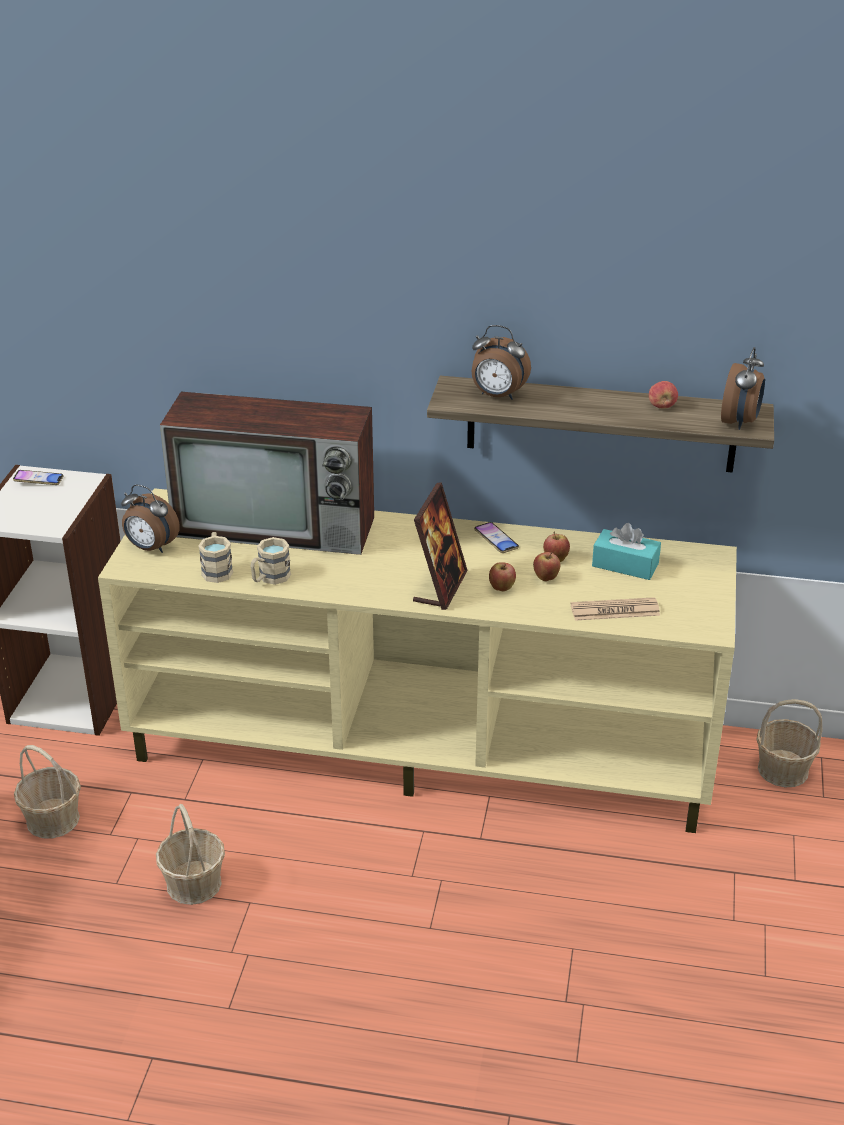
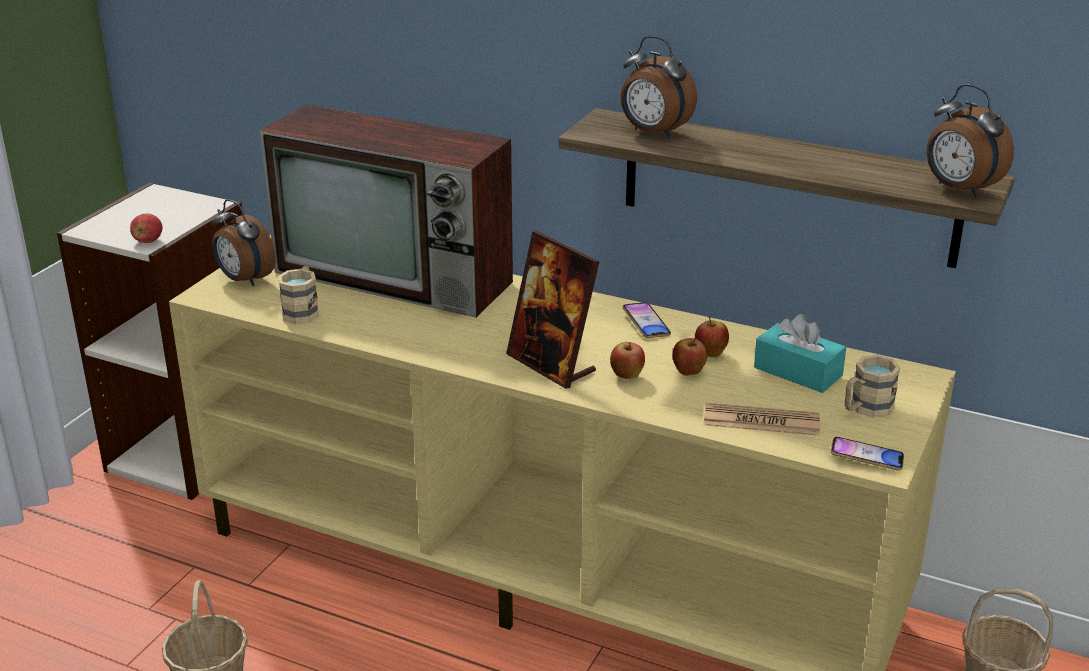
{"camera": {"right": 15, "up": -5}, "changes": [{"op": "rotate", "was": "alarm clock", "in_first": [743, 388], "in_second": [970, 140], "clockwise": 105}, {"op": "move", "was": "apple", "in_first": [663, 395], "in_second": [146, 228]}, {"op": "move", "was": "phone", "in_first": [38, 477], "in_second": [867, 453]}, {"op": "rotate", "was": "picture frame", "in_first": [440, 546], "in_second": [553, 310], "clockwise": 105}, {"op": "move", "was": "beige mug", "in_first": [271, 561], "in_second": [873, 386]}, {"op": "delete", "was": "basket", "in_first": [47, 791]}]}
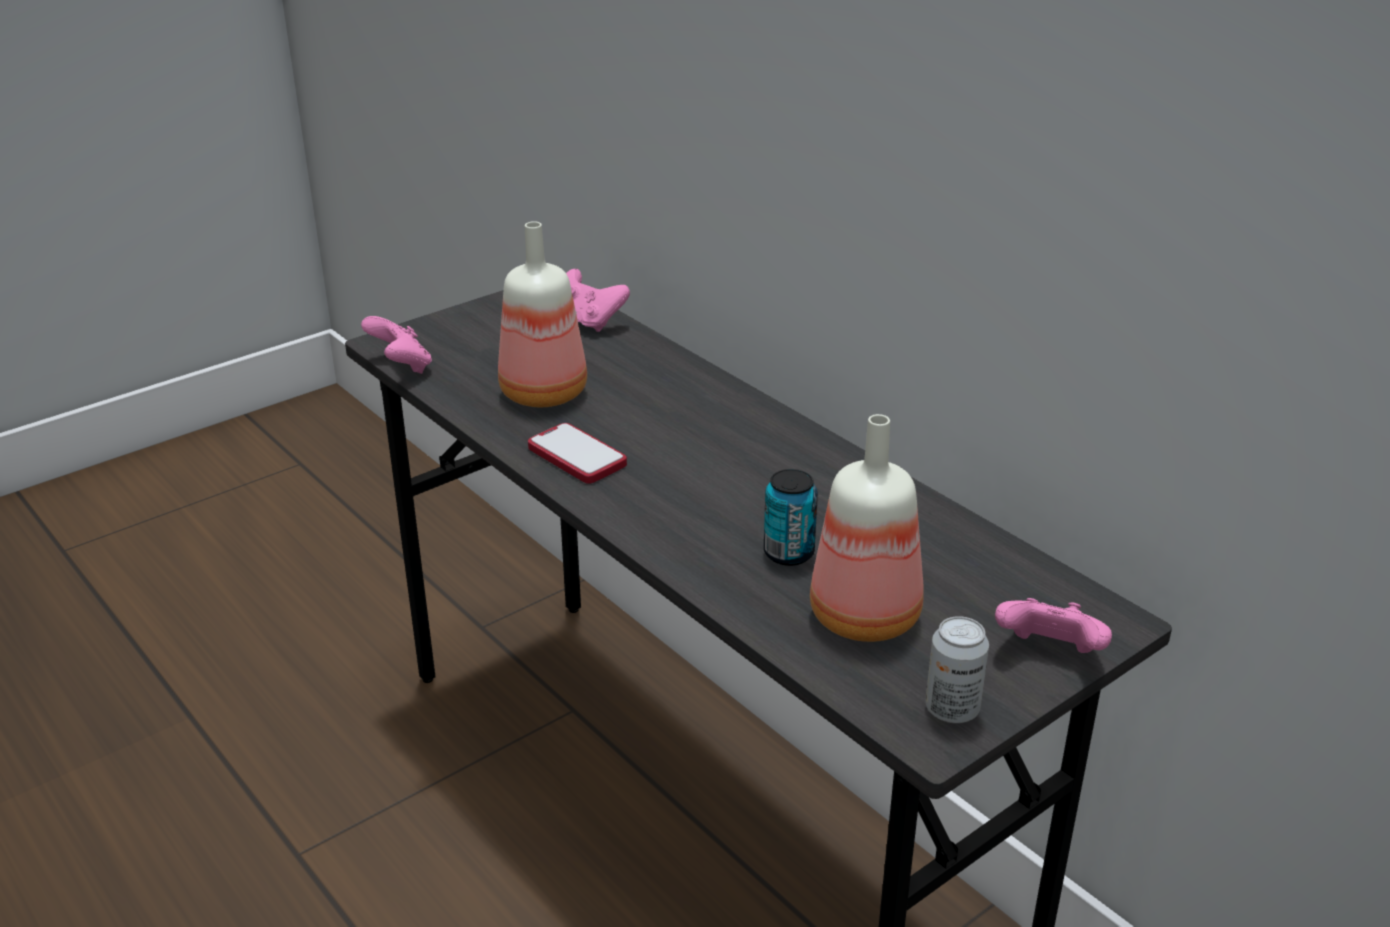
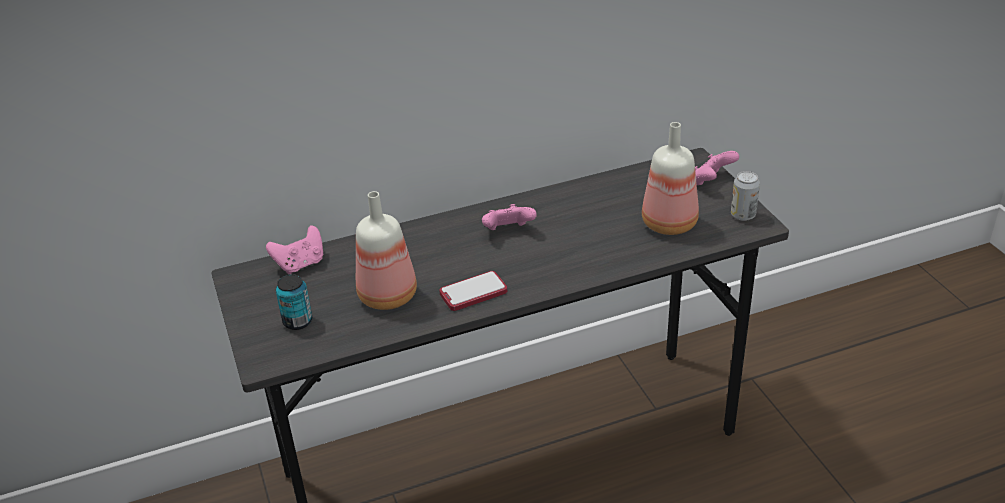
{"camera": {"right": -70, "up": 5}, "changes": [{"op": "move", "was": "pink game controller", "in_first": [396, 345], "in_second": [509, 217]}, {"op": "move", "was": "can", "in_first": [791, 517], "in_second": [294, 302]}]}
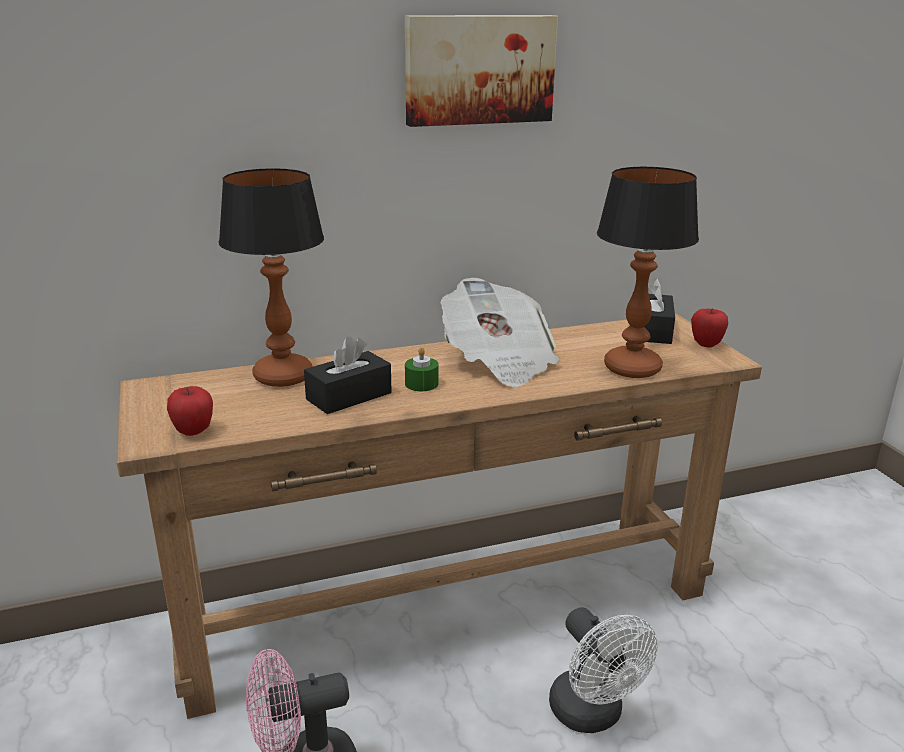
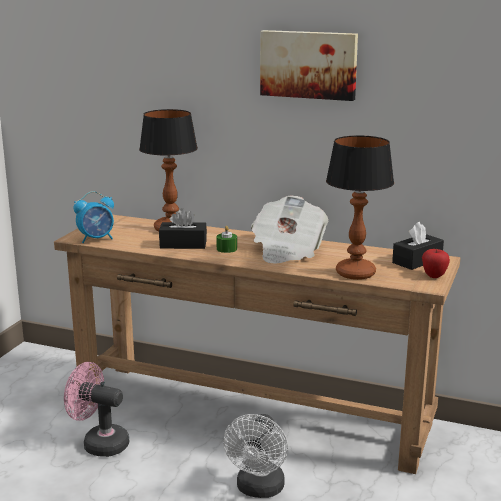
{"camera": {"right": 40, "up": -5}, "changes": [{"op": "replace", "was": "apple", "now": "alarm clock", "in_first": [190, 411], "in_second": [94, 217]}]}
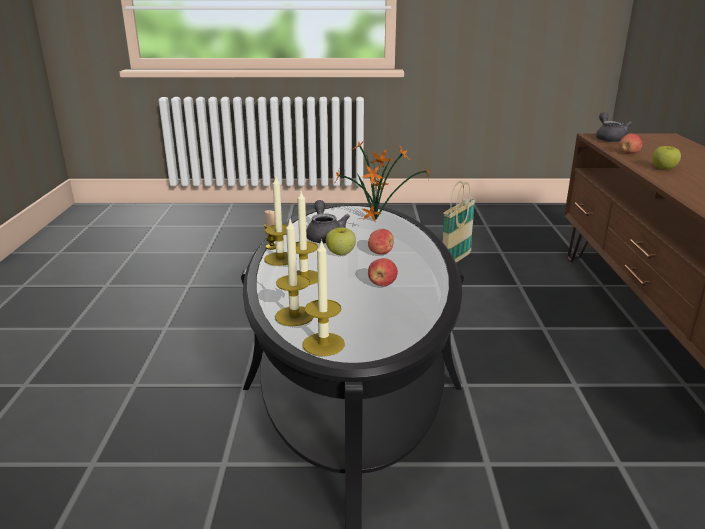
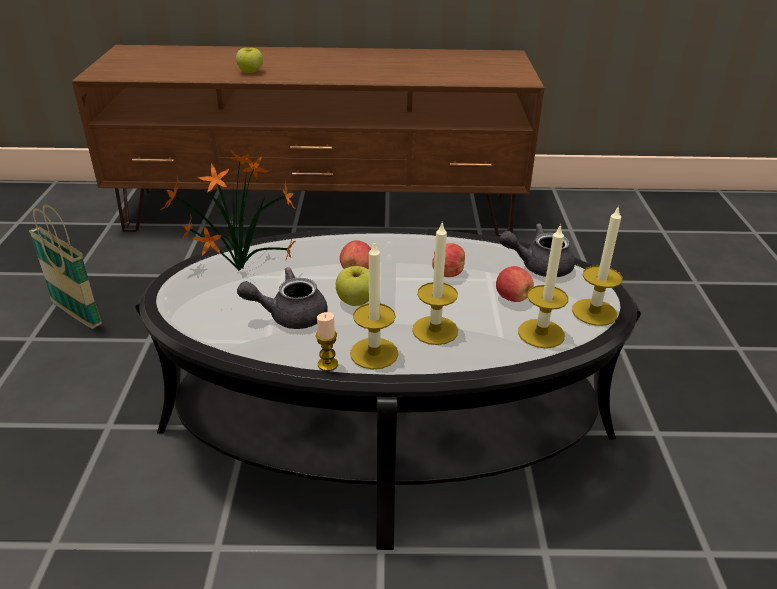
{"camera": {"right": -90, "up": 10}, "changes": [{"op": "move", "was": "grey teapot", "in_first": [614, 127], "in_second": [537, 250]}, {"op": "move", "was": "apple", "in_first": [630, 143], "in_second": [515, 284]}]}
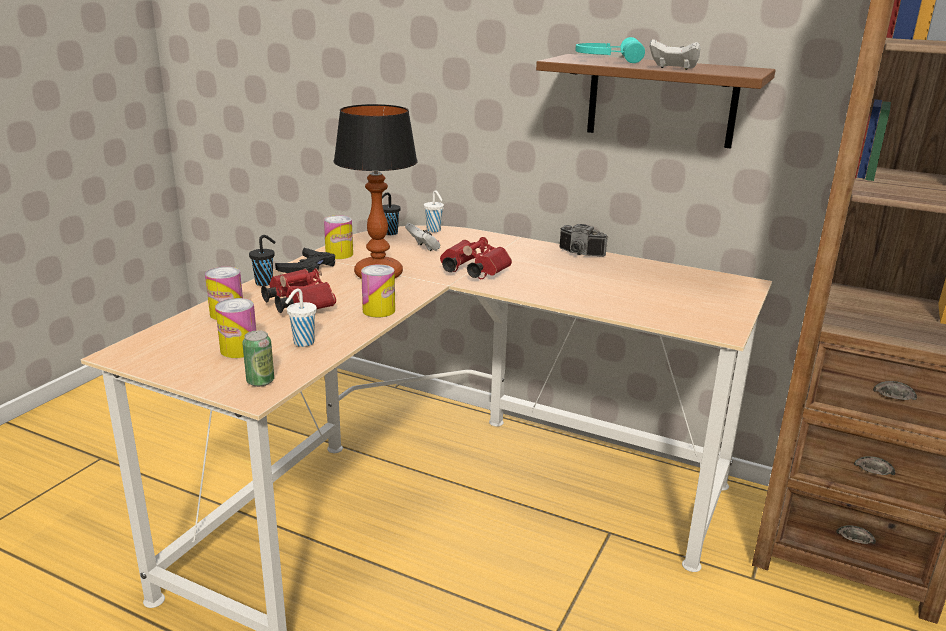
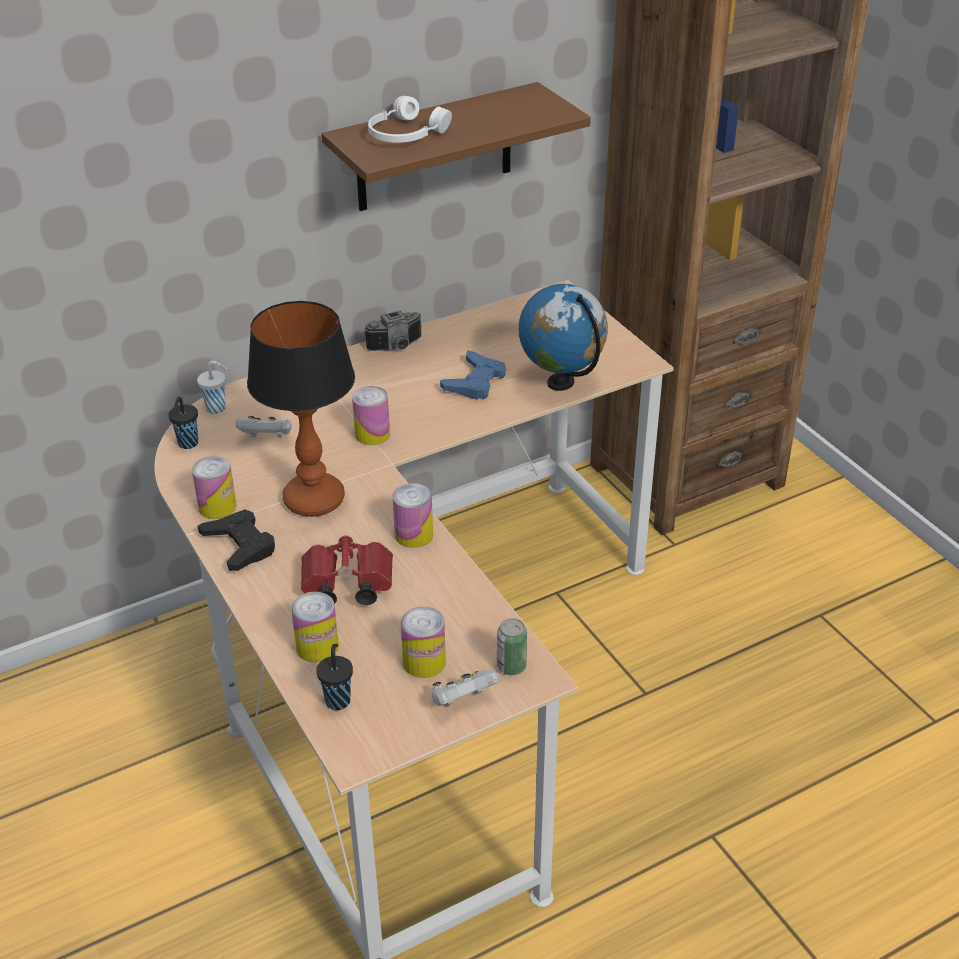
{"camera": {"right": -55, "up": 15}, "changes": [{"op": "recolor", "was": "turquoise headphones", "now": "white headphones", "in_first": [610, 50], "in_second": [410, 119]}, {"op": "move", "was": "white game controller", "in_first": [674, 54], "in_second": [466, 688]}, {"op": "move", "was": "black cup", "in_first": [262, 260], "in_second": [334, 677]}, {"op": "replace", "was": "red binoculars", "now": "can", "in_first": [476, 258], "in_second": [371, 415]}, {"op": "delete", "was": "white cup", "in_first": [301, 317]}, {"op": "insert", "now": "globe", "in_second": [563, 337]}, {"op": "insert", "now": "blue game controller", "in_second": [473, 375]}]}
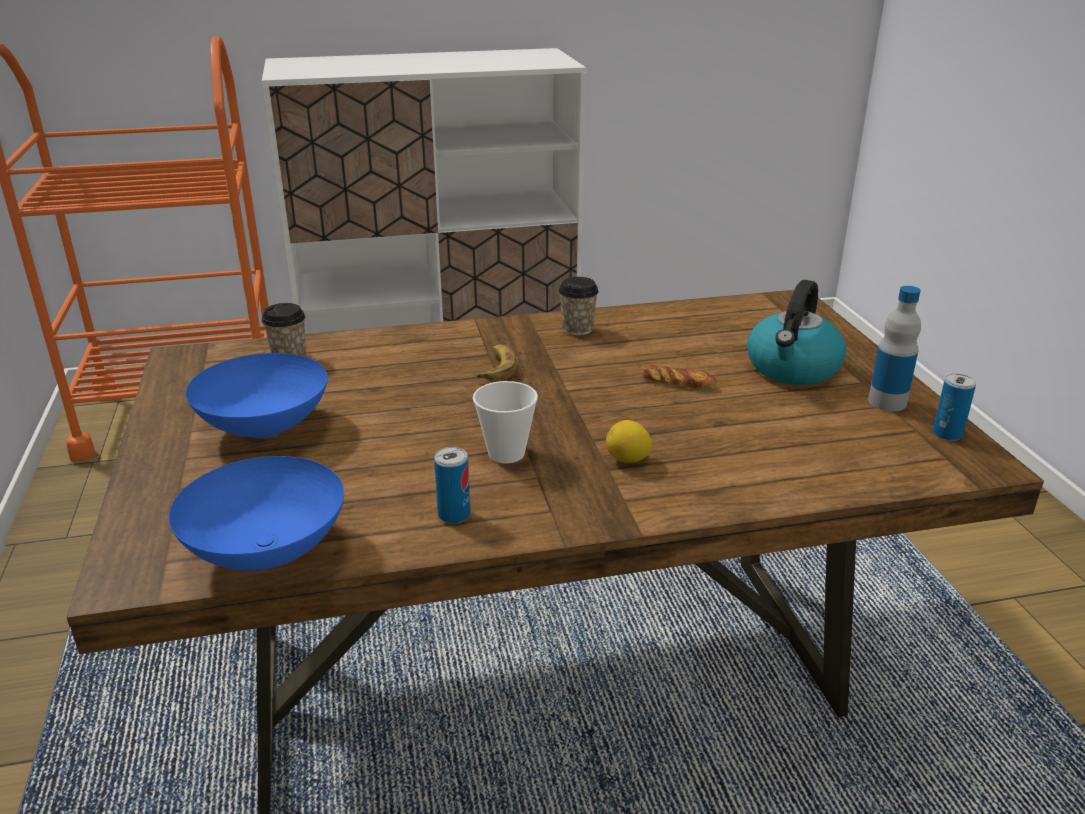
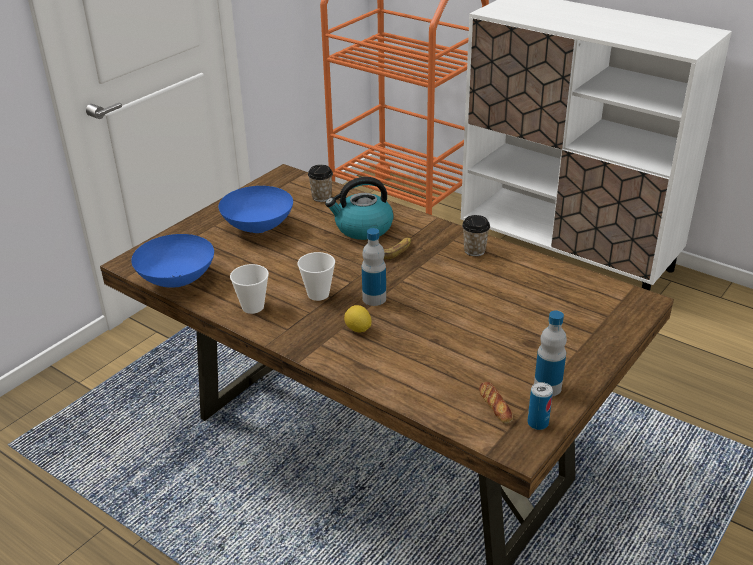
{"camera": {"right": 50, "up": 5}, "changes": [{"op": "move", "was": "kettle", "in_first": [796, 332], "in_second": [359, 208]}, {"op": "move", "was": "bread", "in_first": [680, 377], "in_second": [496, 403]}, {"op": "replace", "was": "can", "now": "cup", "in_first": [452, 485], "in_second": [249, 289]}, {"op": "insert", "now": "bottle", "in_second": [374, 267]}]}
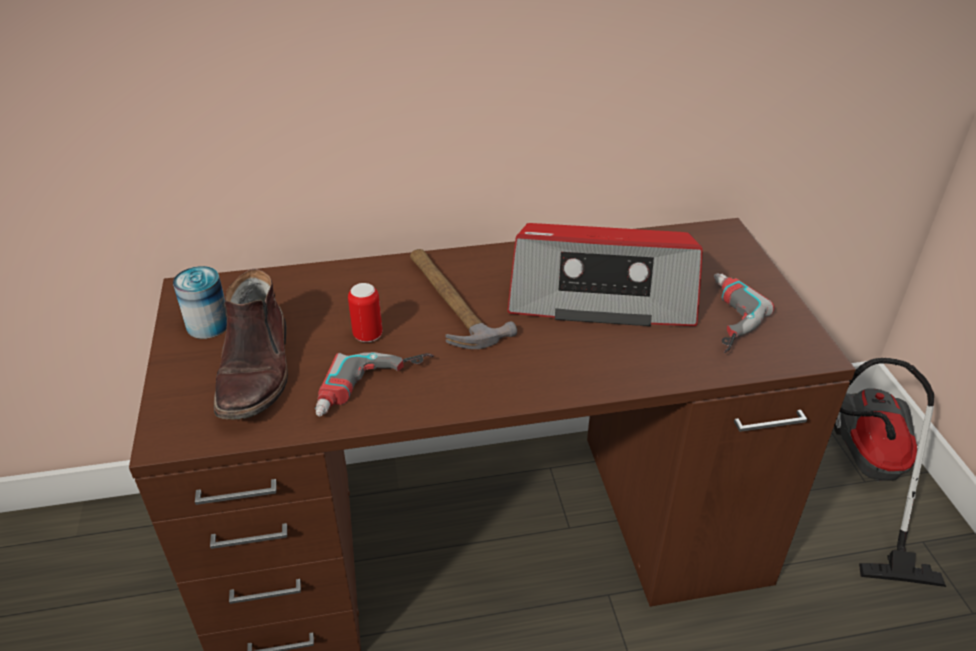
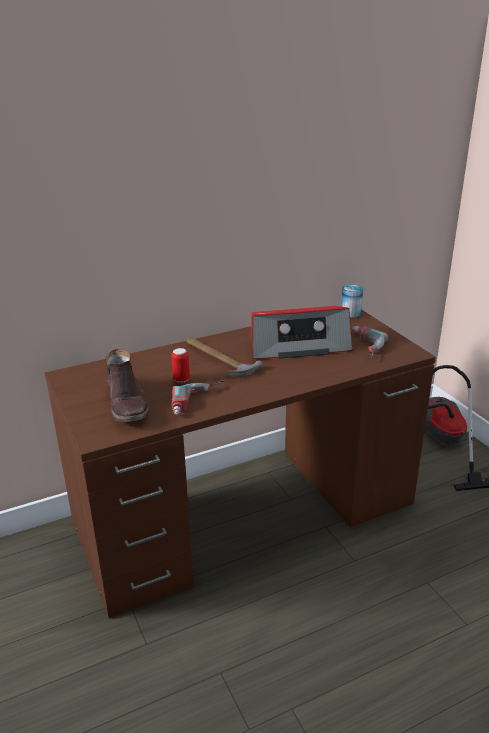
{"camera": {"right": -15, "up": -10}, "changes": [{"op": "move", "was": "can", "in_first": [200, 302], "in_second": [352, 301]}]}
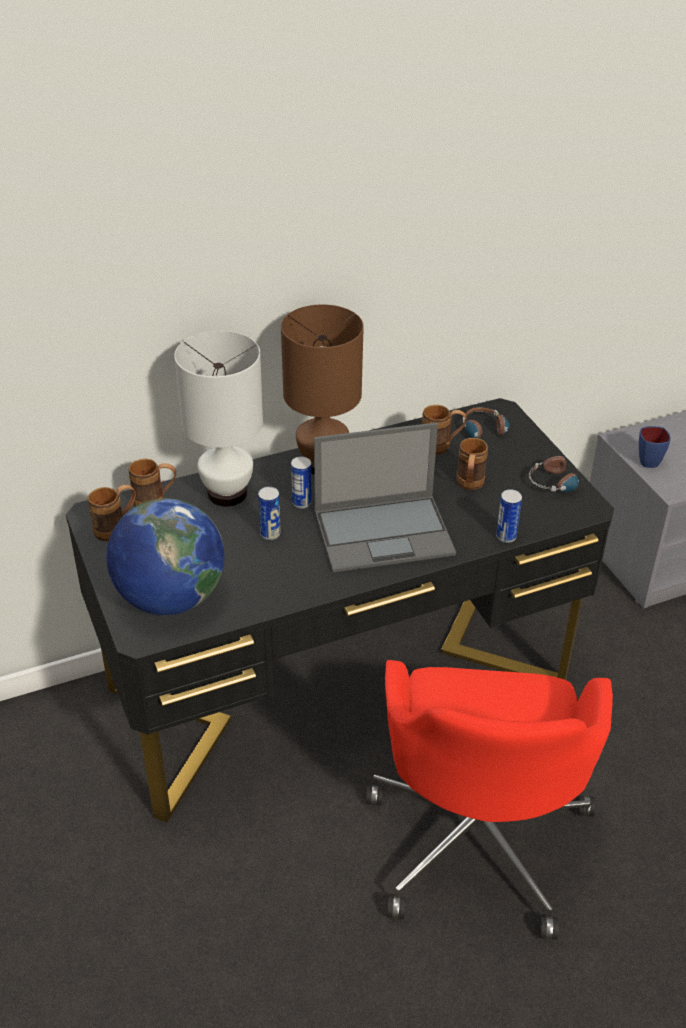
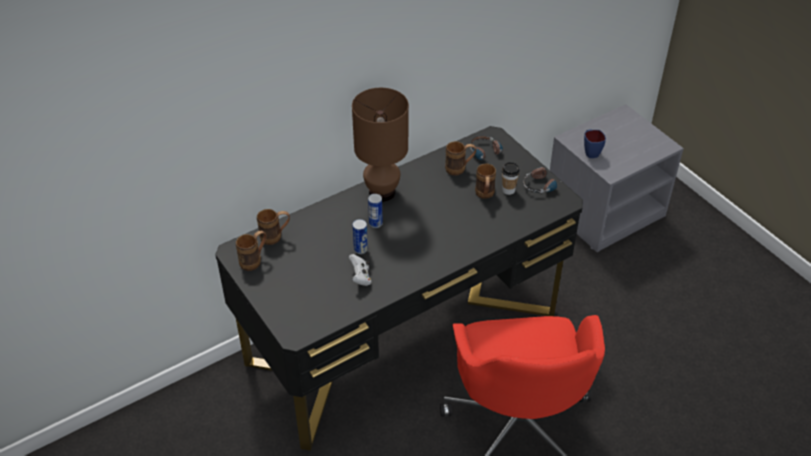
{"camera": {"right": -10, "up": 5}, "changes": [{"op": "delete", "was": "white table lamp", "in_first": [218, 419]}, {"op": "delete", "was": "laptop", "in_first": [385, 497]}, {"op": "delete", "was": "can", "in_first": [509, 516]}, {"op": "delete", "was": "globe", "in_first": [165, 556]}, {"op": "insert", "now": "cup", "in_second": [511, 178]}, {"op": "insert", "now": "white game controller", "in_second": [360, 270]}]}
